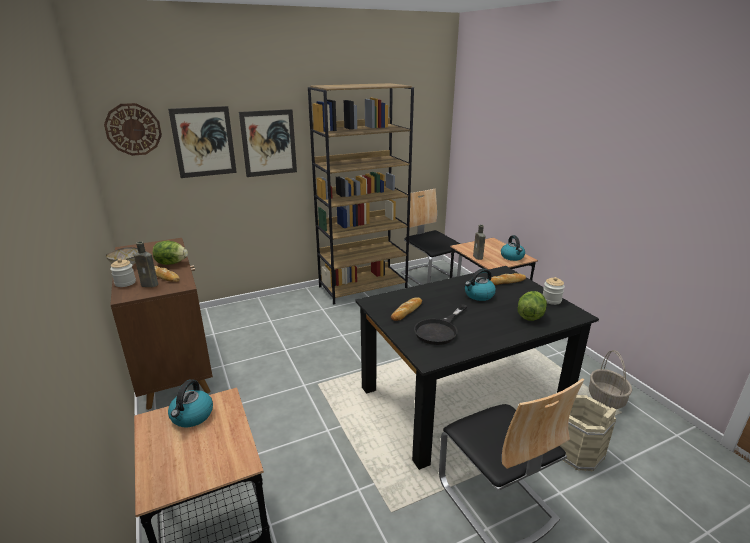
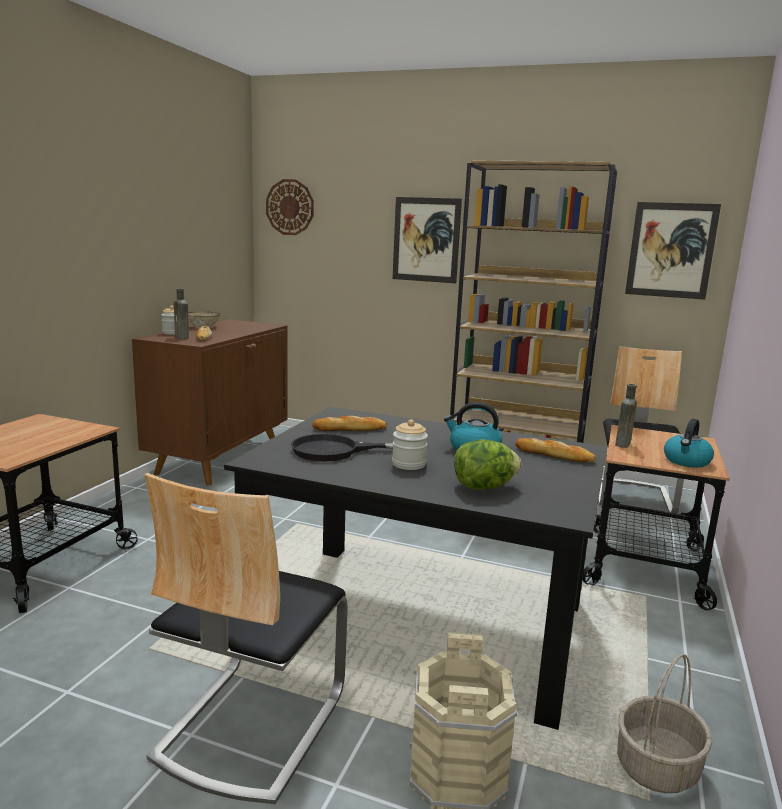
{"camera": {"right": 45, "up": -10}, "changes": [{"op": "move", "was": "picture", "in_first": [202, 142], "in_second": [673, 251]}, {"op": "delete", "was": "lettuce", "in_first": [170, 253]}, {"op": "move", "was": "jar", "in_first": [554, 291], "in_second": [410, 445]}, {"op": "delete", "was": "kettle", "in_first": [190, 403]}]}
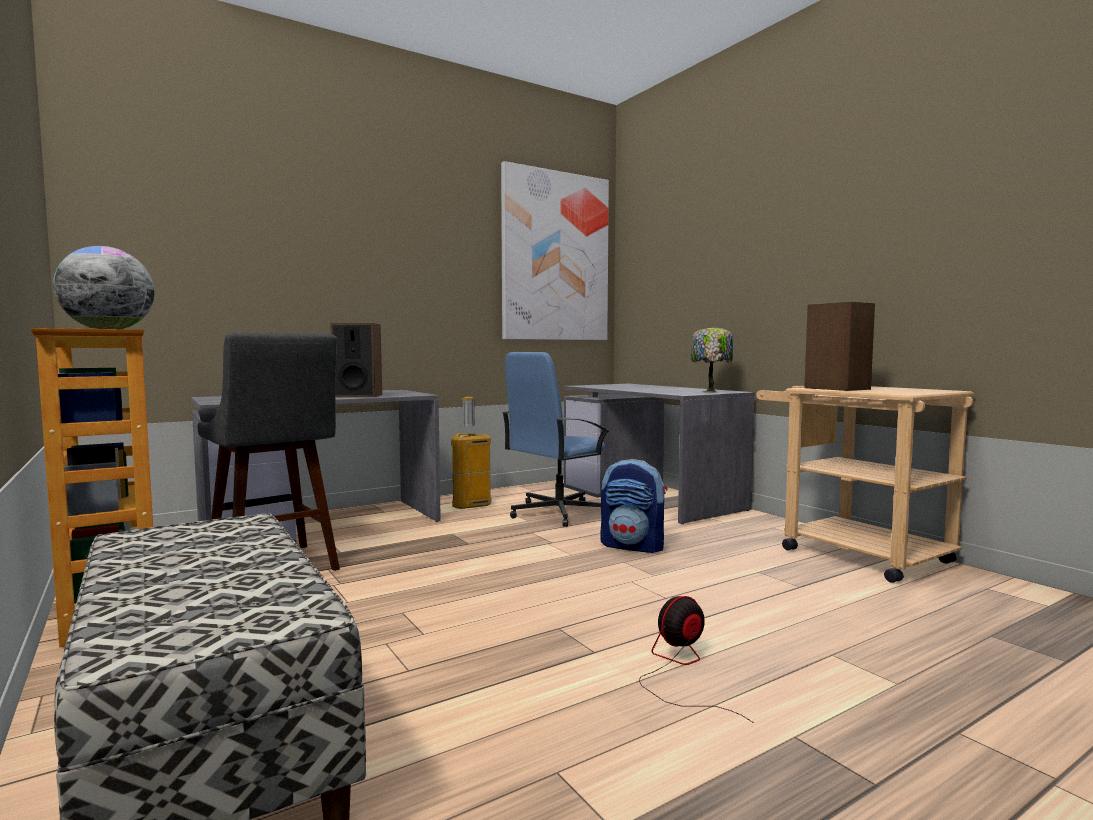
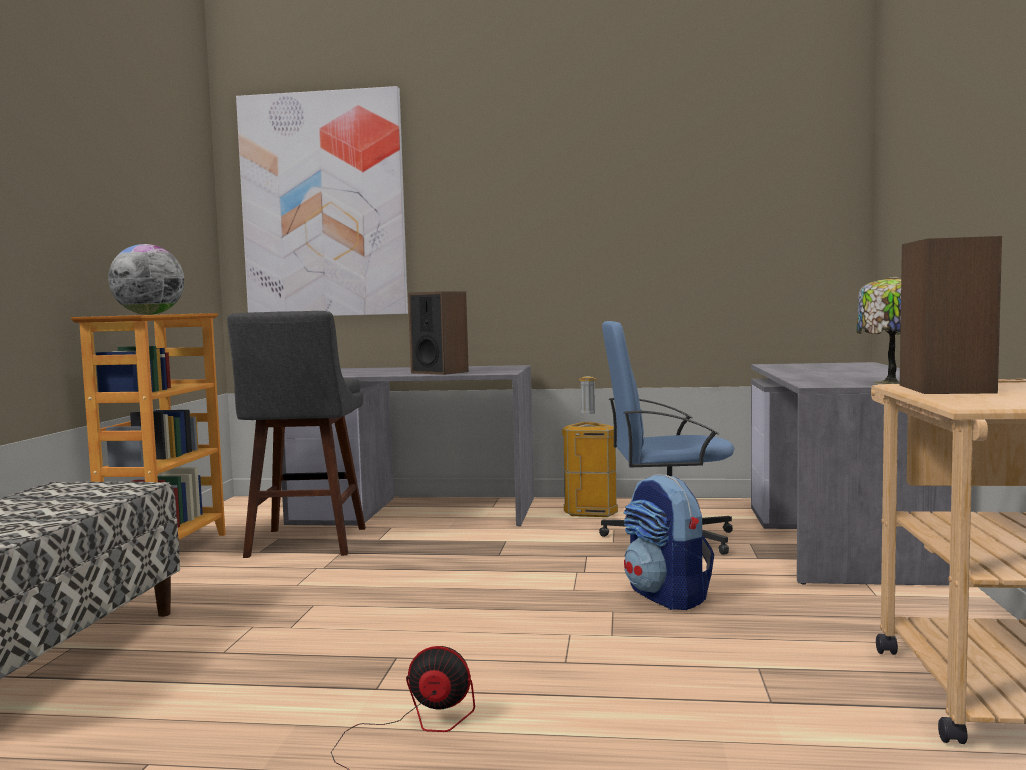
{"camera": {"right": 40, "up": 0}, "changes": [{"op": "move", "was": "picture", "in_first": [555, 250], "in_second": [322, 201]}]}
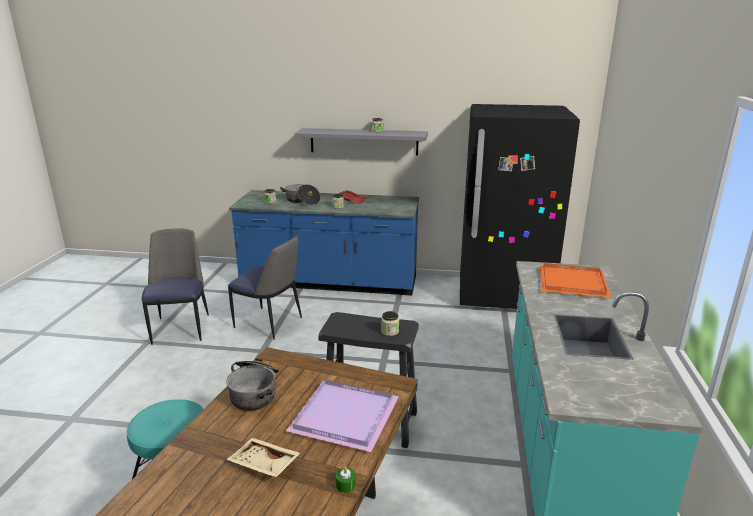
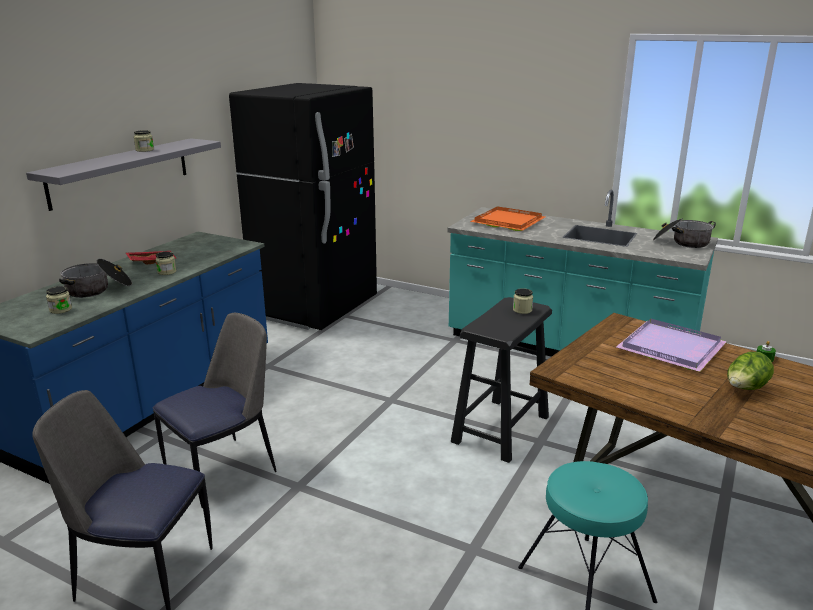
{"camera": {"right": -70, "up": 0}, "changes": [{"op": "move", "was": "cooking pot", "in_first": [252, 384], "in_second": [684, 233]}, {"op": "replace", "was": "beige tray", "now": "lettuce", "in_first": [263, 457], "in_second": [750, 371]}]}
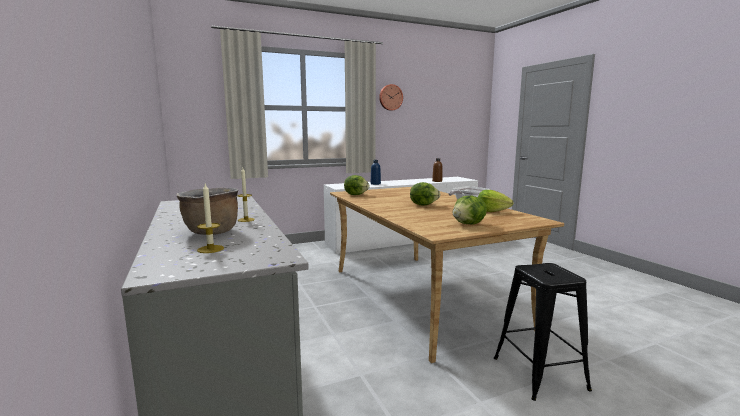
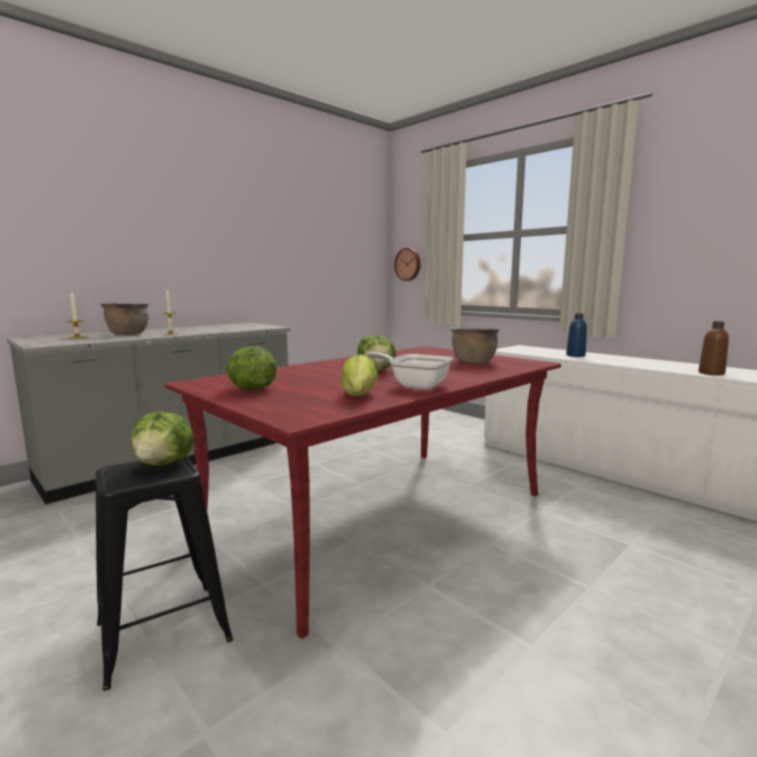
{"camera": {"right": 70, "up": 0}, "changes": [{"op": "move", "was": "wall clock", "in_first": [391, 97], "in_second": [407, 264]}, {"op": "move", "was": "lettuce", "in_first": [357, 185], "in_second": [162, 438]}, {"op": "recolor", "was": "beige dining table", "now": "red dining table", "in_first": [447, 275], "in_second": [363, 492]}, {"op": "insert", "now": "brown cooking pot", "in_second": [475, 345]}]}
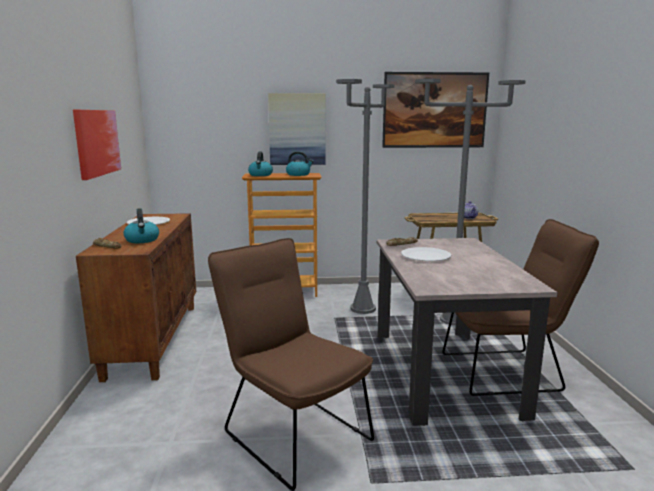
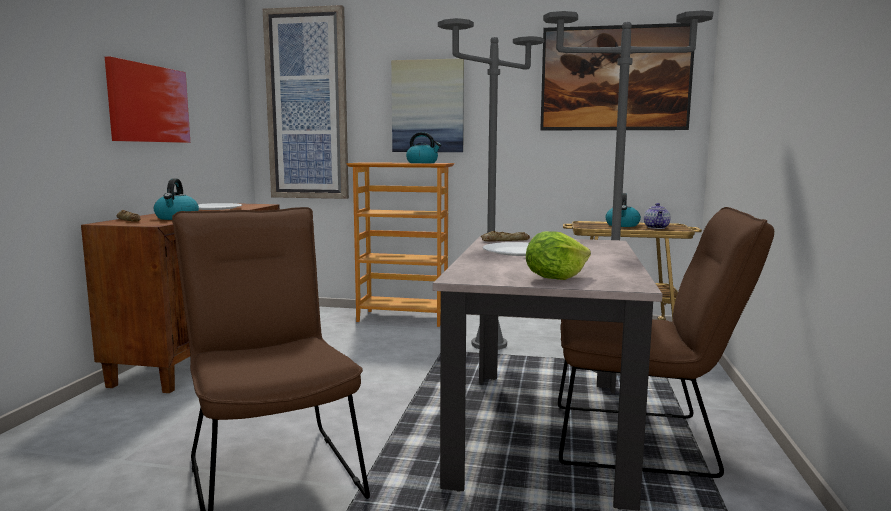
{"camera": {"right": 15, "up": -5}, "changes": [{"op": "move", "was": "kettle", "in_first": [260, 164], "in_second": [623, 210]}, {"op": "insert", "now": "picture", "in_second": [306, 102]}, {"op": "insert", "now": "lettuce", "in_second": [558, 256]}]}
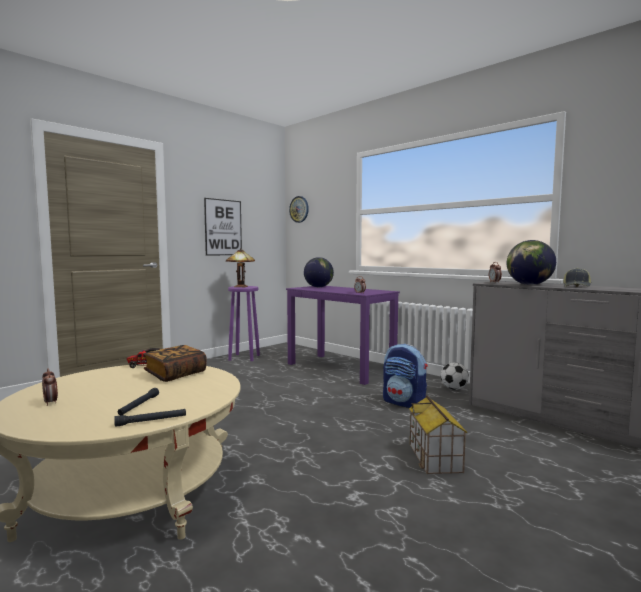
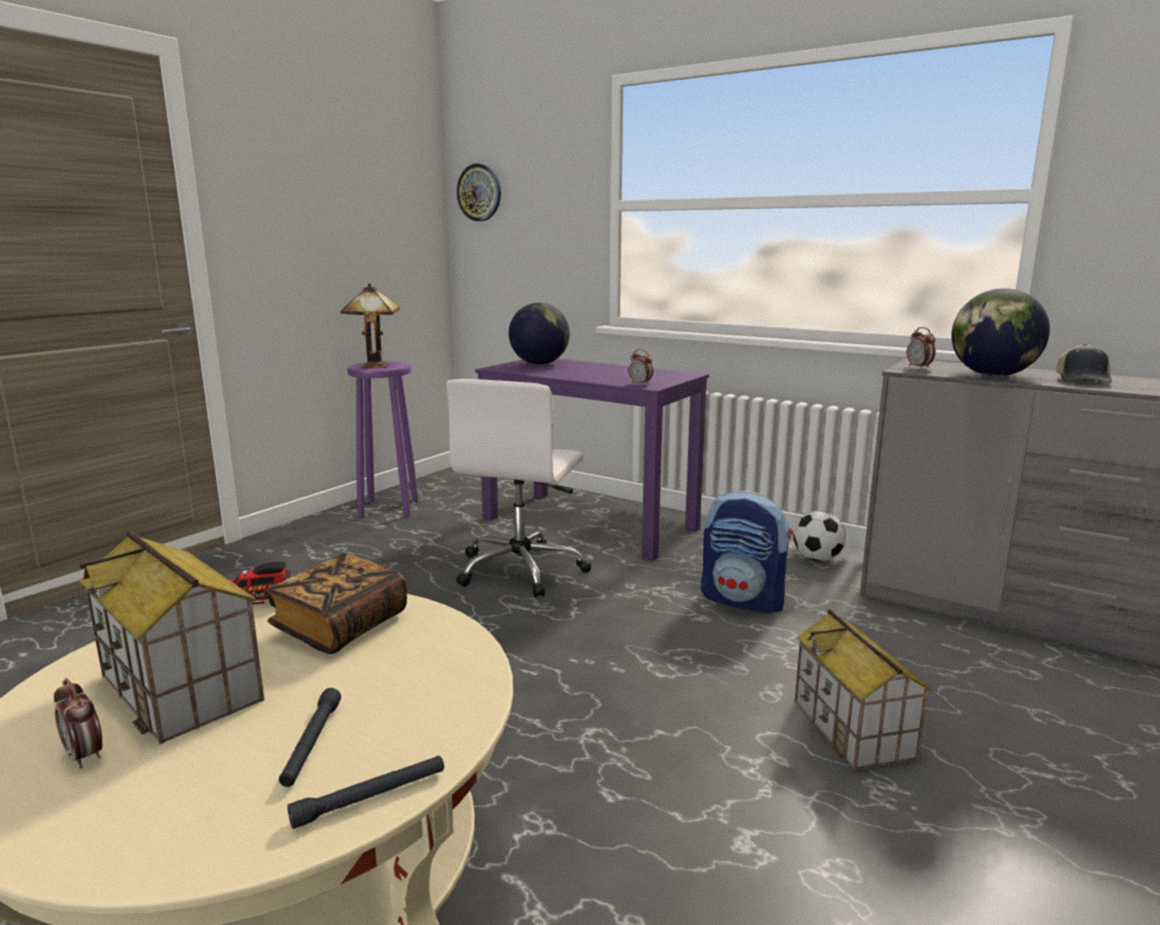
{"camera": {"right": -10, "up": 10}, "changes": [{"op": "delete", "was": "picture", "in_first": [223, 227]}, {"op": "insert", "now": "white office chair", "in_second": [518, 488]}, {"op": "insert", "now": "toy house", "in_second": [171, 637]}]}
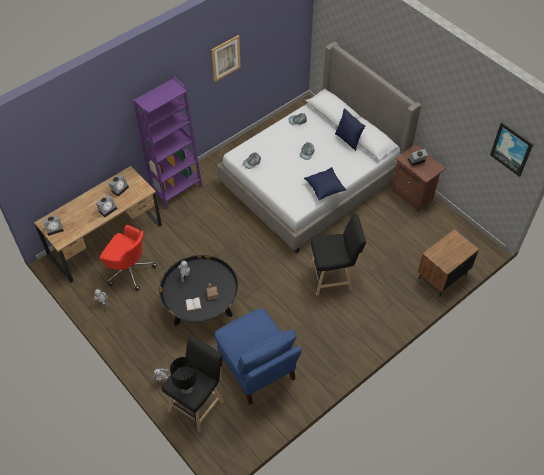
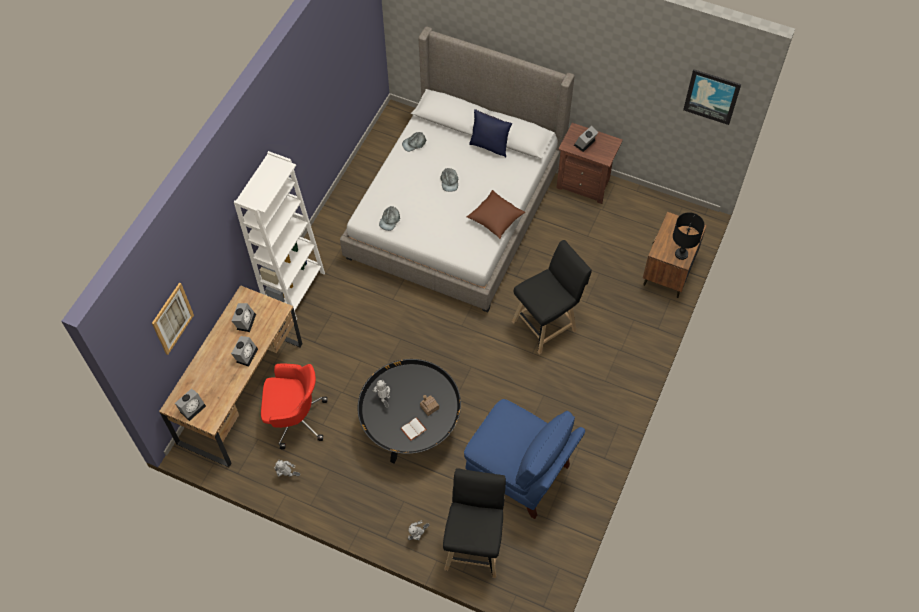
{"camera": {"right": -25, "up": 5}, "changes": [{"op": "move", "was": "picture", "in_first": [226, 58], "in_second": [173, 318]}, {"op": "recolor", "was": "purple bookcase", "now": "white bookcase", "in_first": [167, 143], "in_second": [279, 235]}, {"op": "recolor", "was": "blue pillow", "now": "brown pillow", "in_first": [325, 184], "in_second": [496, 214]}, {"op": "move", "was": "black table lamp", "in_first": [183, 376], "in_second": [688, 236]}]}
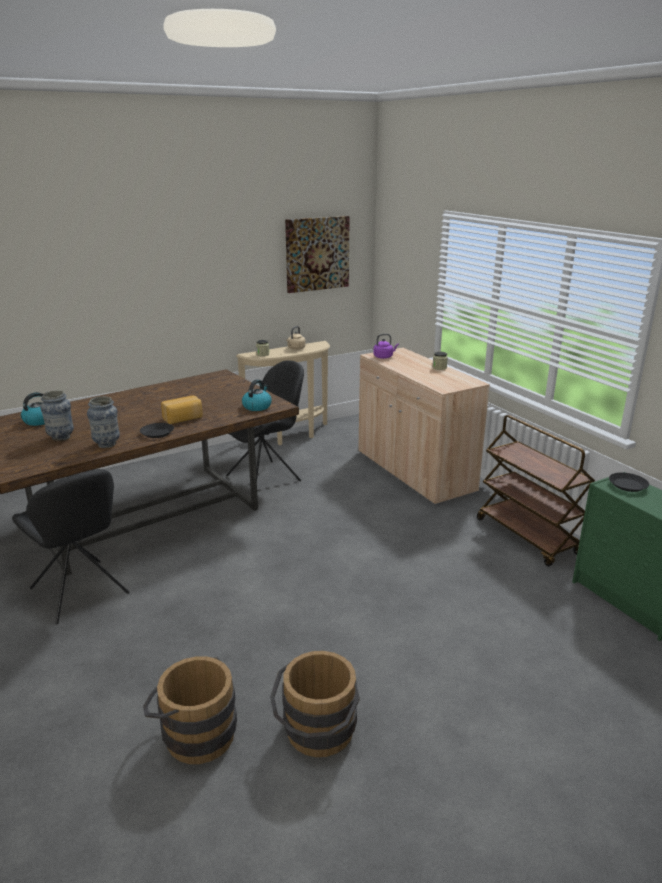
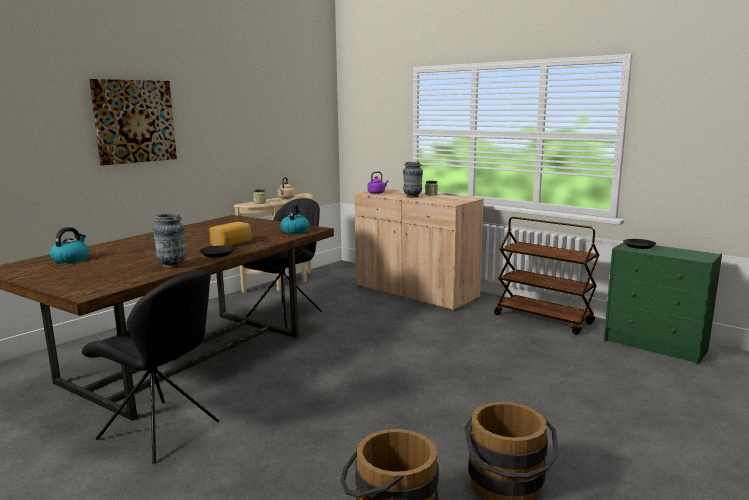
{"camera": {"right": -20, "up": -10}, "changes": [{"op": "move", "was": "picture", "in_first": [317, 254], "in_second": [133, 122]}, {"op": "move", "was": "vase", "in_first": [57, 415], "in_second": [413, 179]}]}
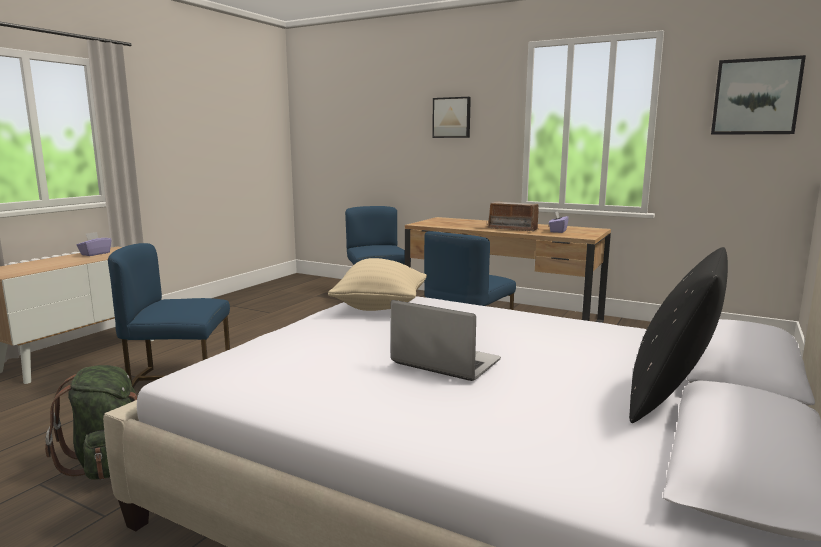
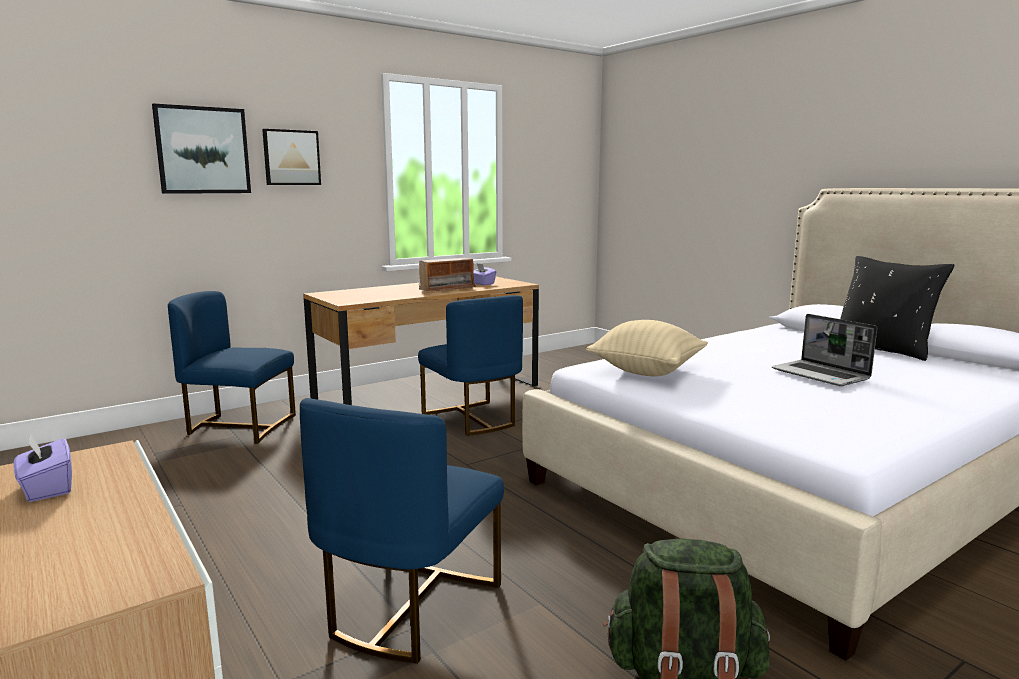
{"camera": {"right": -65, "up": 0}, "changes": [{"op": "move", "was": "picture", "in_first": [758, 95], "in_second": [201, 148]}, {"op": "rotate", "was": "laptop", "in_first": [446, 340], "in_second": [824, 350], "clockwise": -90}]}
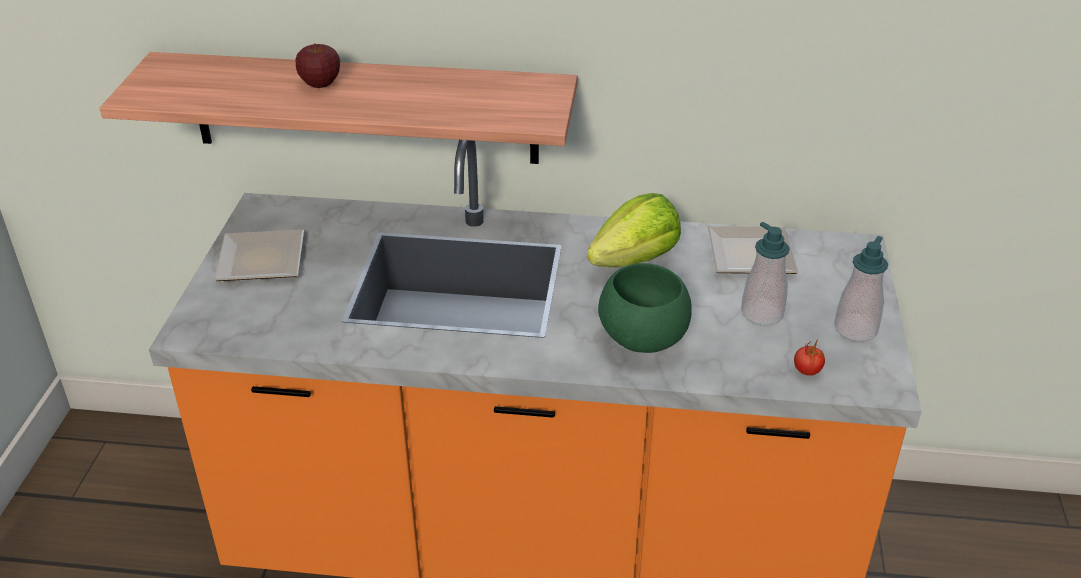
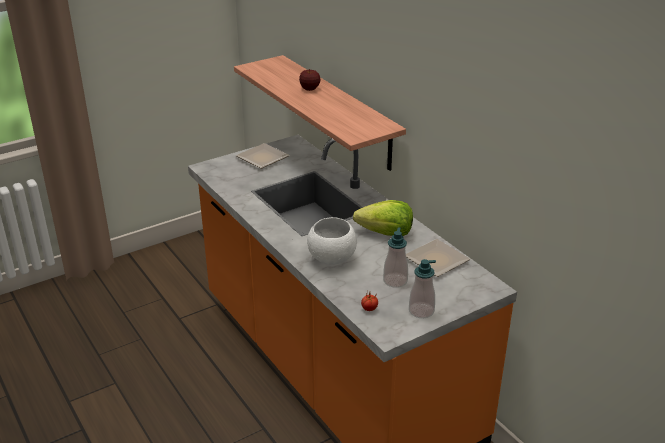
{"camera": {"right": 50, "up": -5}, "changes": [{"op": "recolor", "was": "green bowl", "now": "white bowl", "in_first": [645, 308], "in_second": [332, 241]}]}
